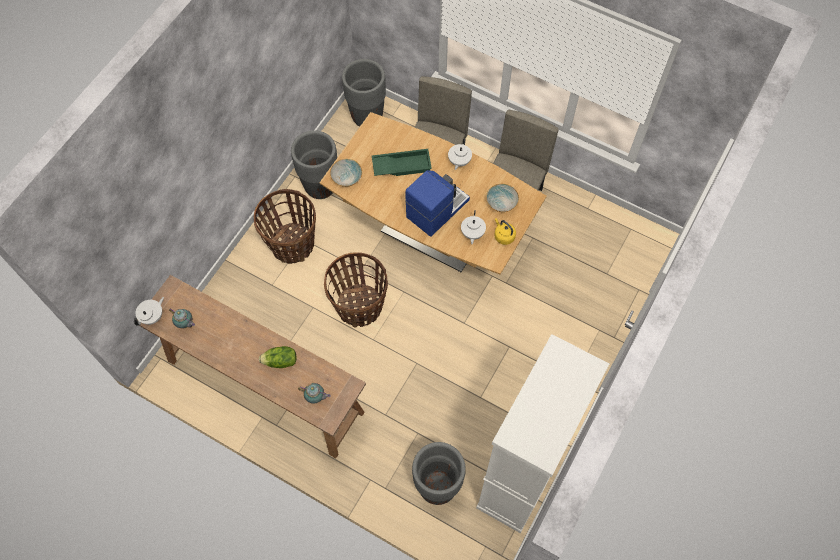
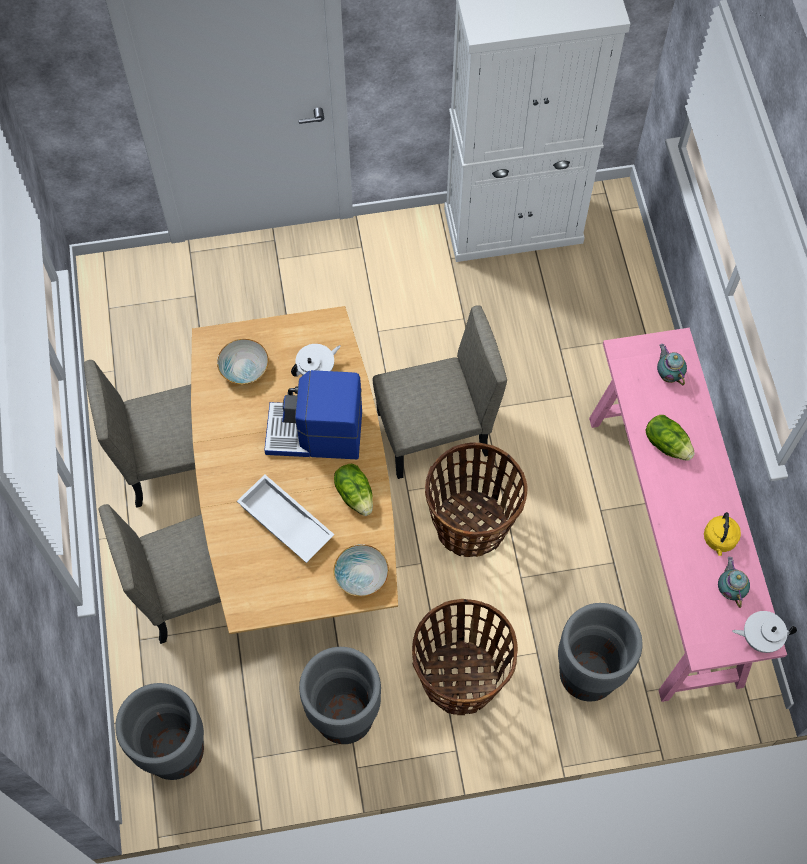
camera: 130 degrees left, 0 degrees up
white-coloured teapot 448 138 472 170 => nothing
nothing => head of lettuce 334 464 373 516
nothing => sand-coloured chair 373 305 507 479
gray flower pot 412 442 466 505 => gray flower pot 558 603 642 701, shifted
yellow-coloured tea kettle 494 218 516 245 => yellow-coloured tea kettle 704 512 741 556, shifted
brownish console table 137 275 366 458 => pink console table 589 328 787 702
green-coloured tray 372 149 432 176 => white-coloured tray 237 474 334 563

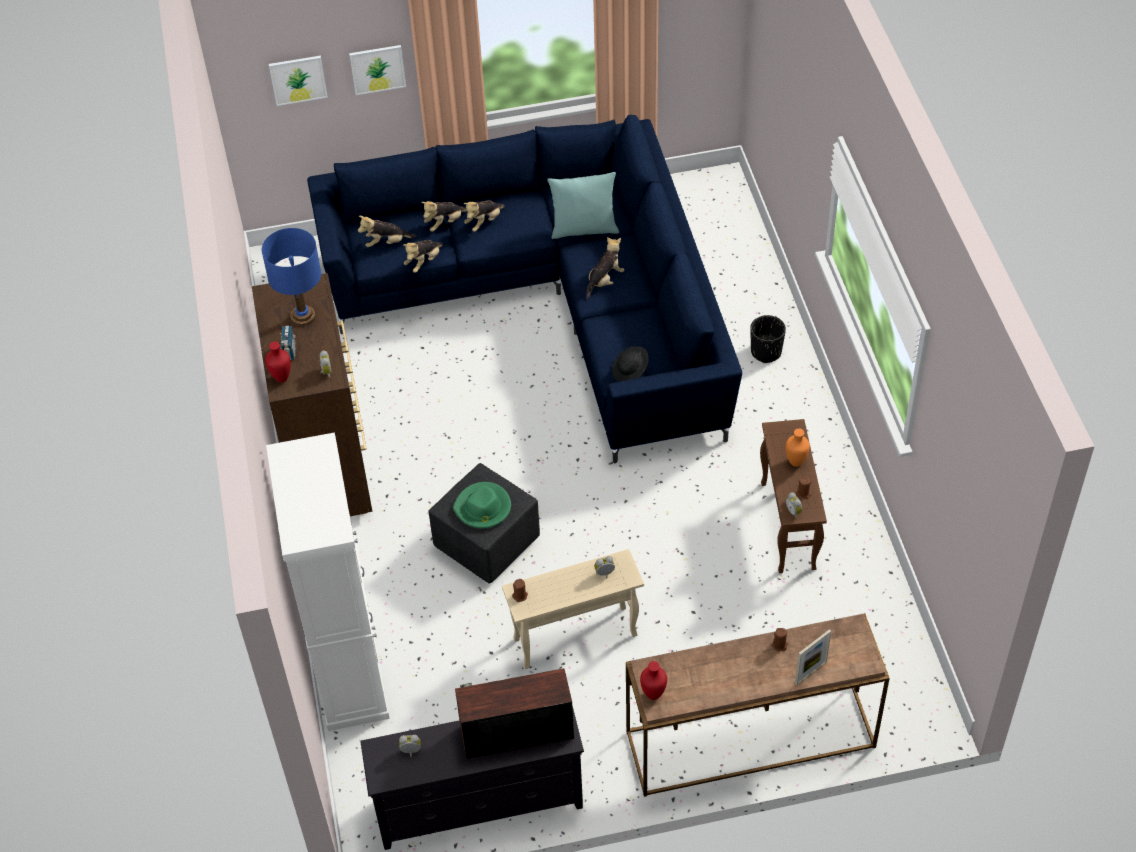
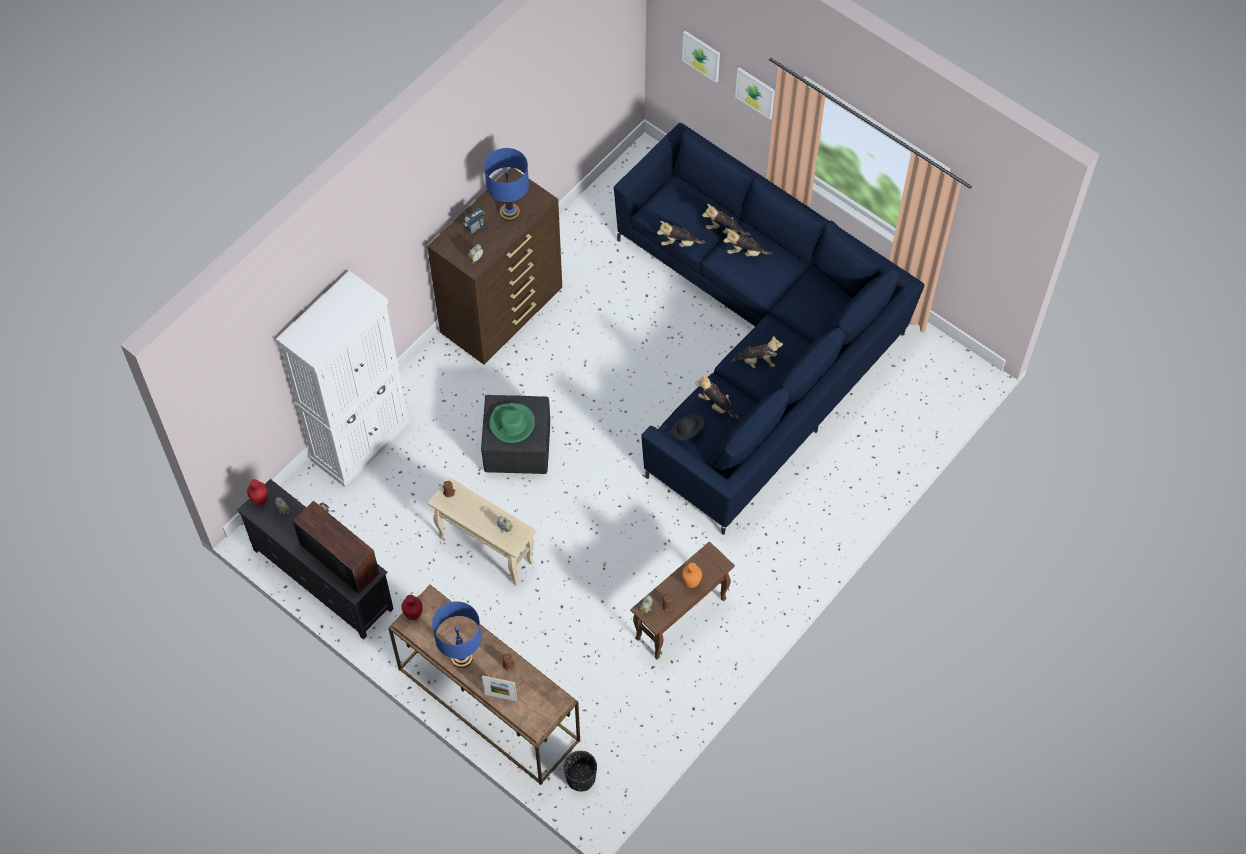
camera: 50 degrees right, 10 degrees up
turquoise-coloured cushion 547 172 619 239 => nothing
nothing => bluish lamp for a table 432 601 482 668
red-coloured decorative vase 265 342 291 383 => red-coloured decorative vase 247 479 268 506, shifted
plush toy 358 216 416 247 => plush toy 695 373 739 419, shifted
black-coloured flower pot 750 315 786 363 => black-coloured flower pot 564 751 597 792, shifted

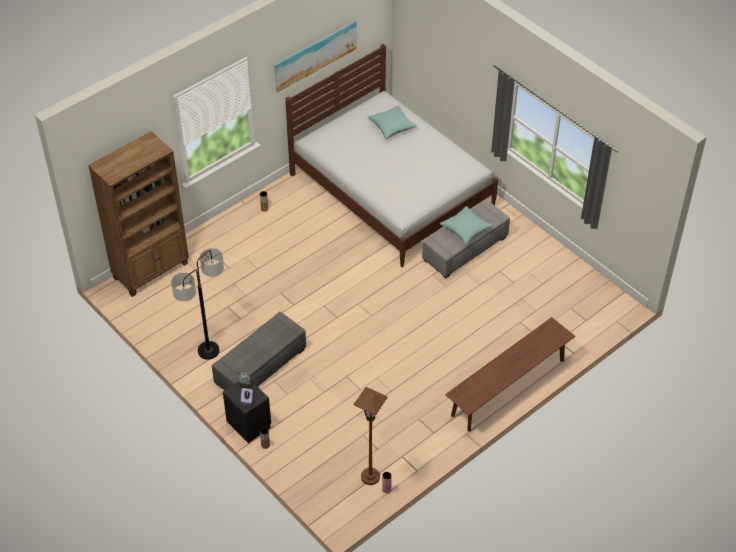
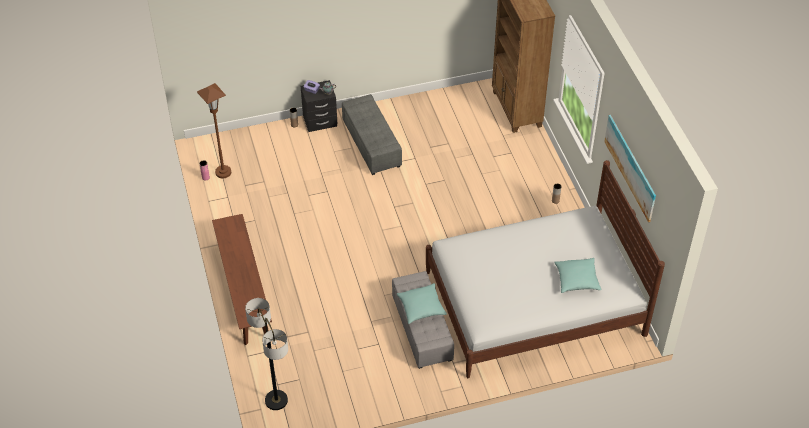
camera: 115 degrees right, 0 degrees up
standard lamp 171 248 224 360 => standard lamp 245 298 288 410, shifted

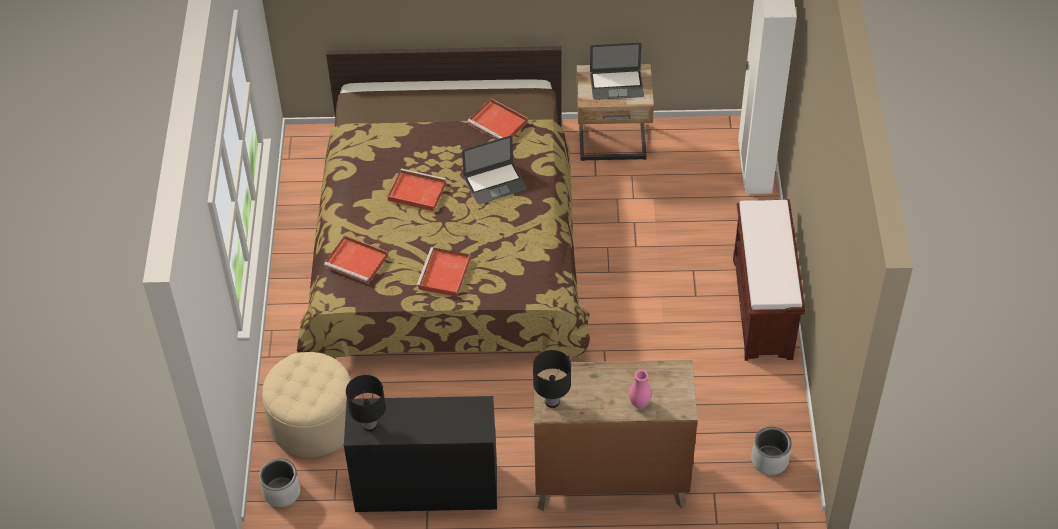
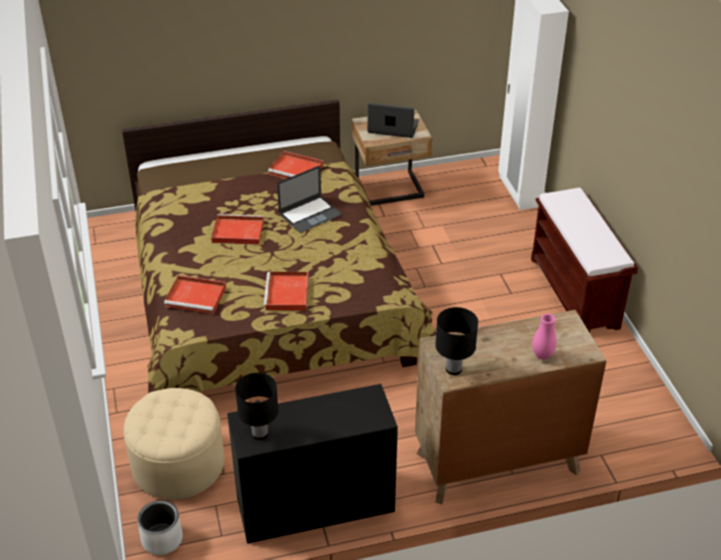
camera: 15 degrees left, 10 degrees down
gray flower pot 751 427 792 475 => nothing
laptop 590 43 644 100 => laptop 367 103 419 138, 150 degrees counterclockwise

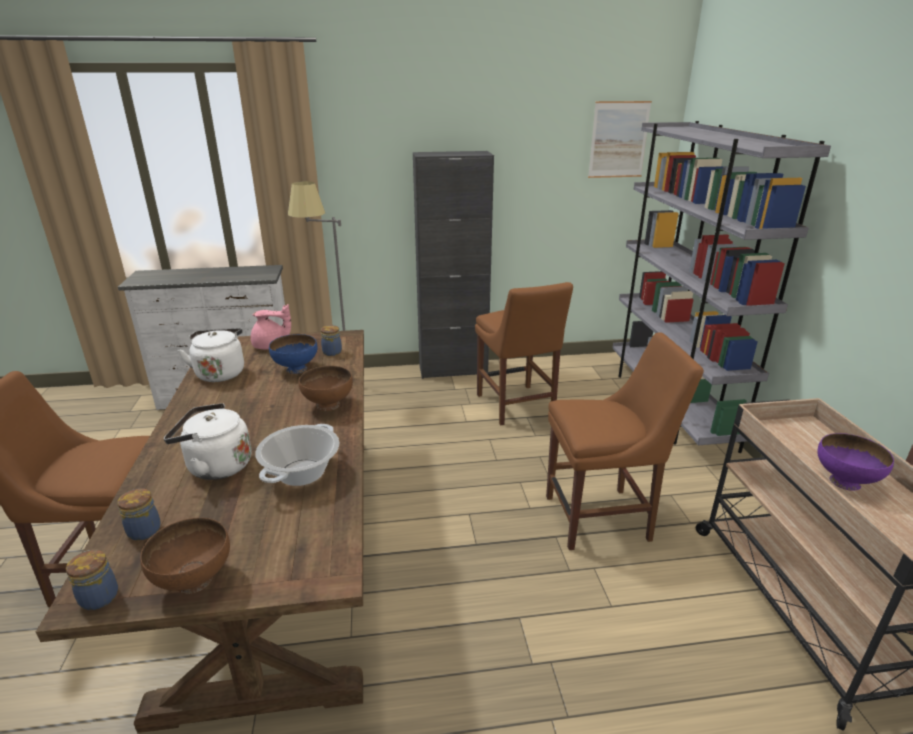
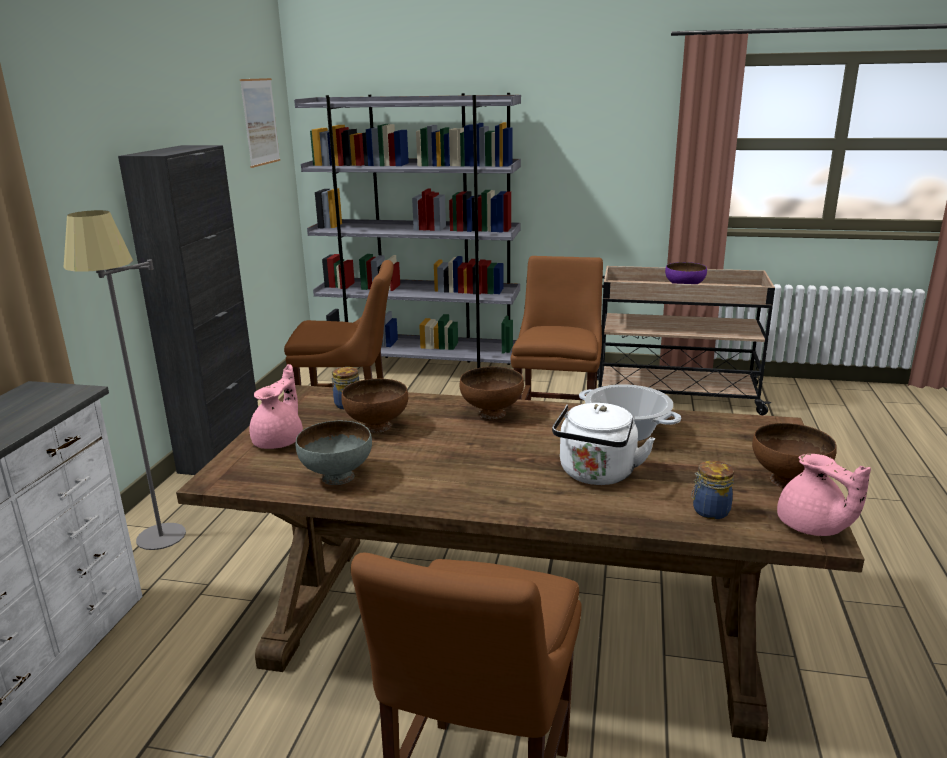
camera: 70 degrees left, 5 degrees down
preserve jar 66 550 118 610 => pink teapot 777 454 871 536
white-coloured tea kettle 178 328 244 382 => gray bowl 296 421 372 485
bluish bowl 269 334 318 374 => brownish bowl 341 378 408 433

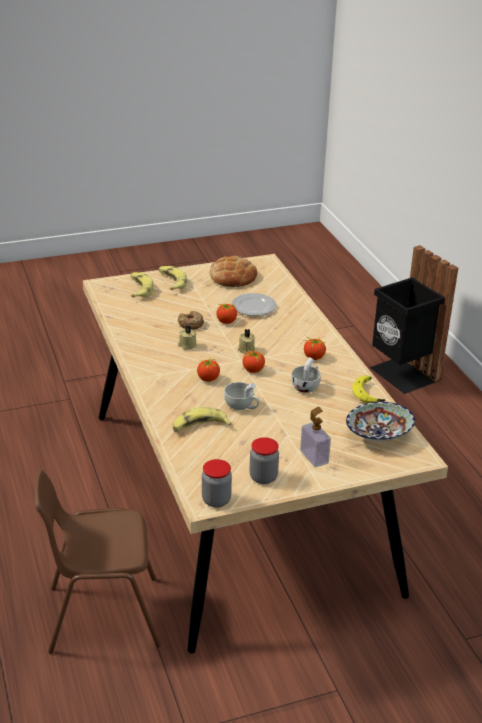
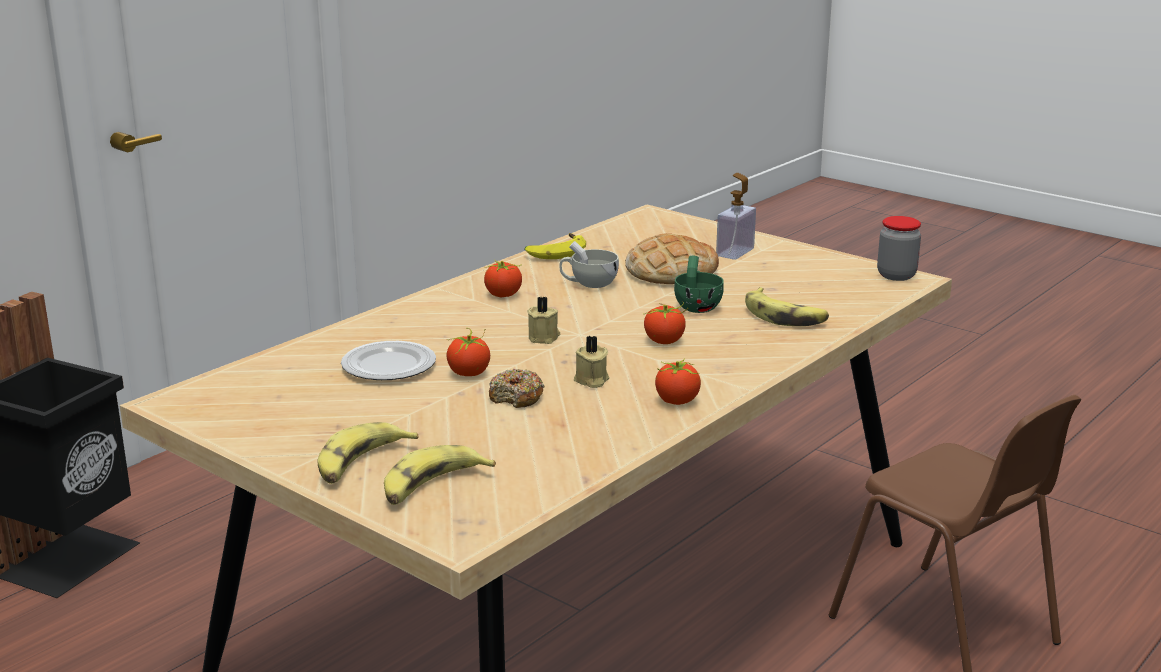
camera: 120 degrees left, 10 degrees down
preserve jar 250 437 279 484 => nothing
bowl 346 402 415 441 => nothing
bread 209 256 257 287 => bread 625 233 719 284, shifted
tomato 242 345 265 373 => tomato 655 358 701 405, shifted
white-coloured small cup 224 382 260 410 => green-coloured small cup 674 256 724 313

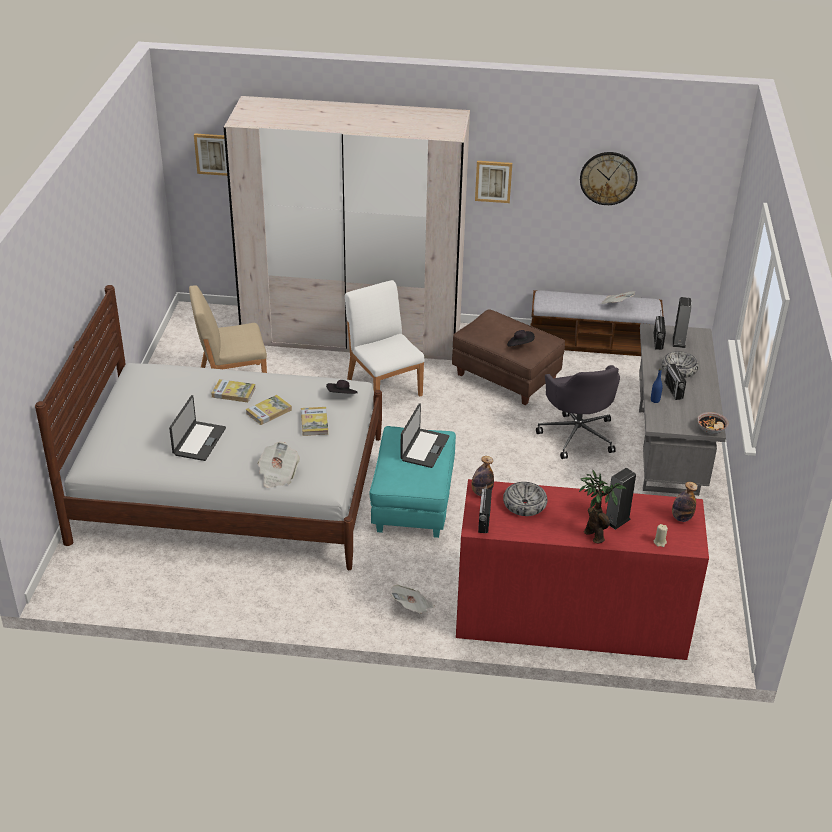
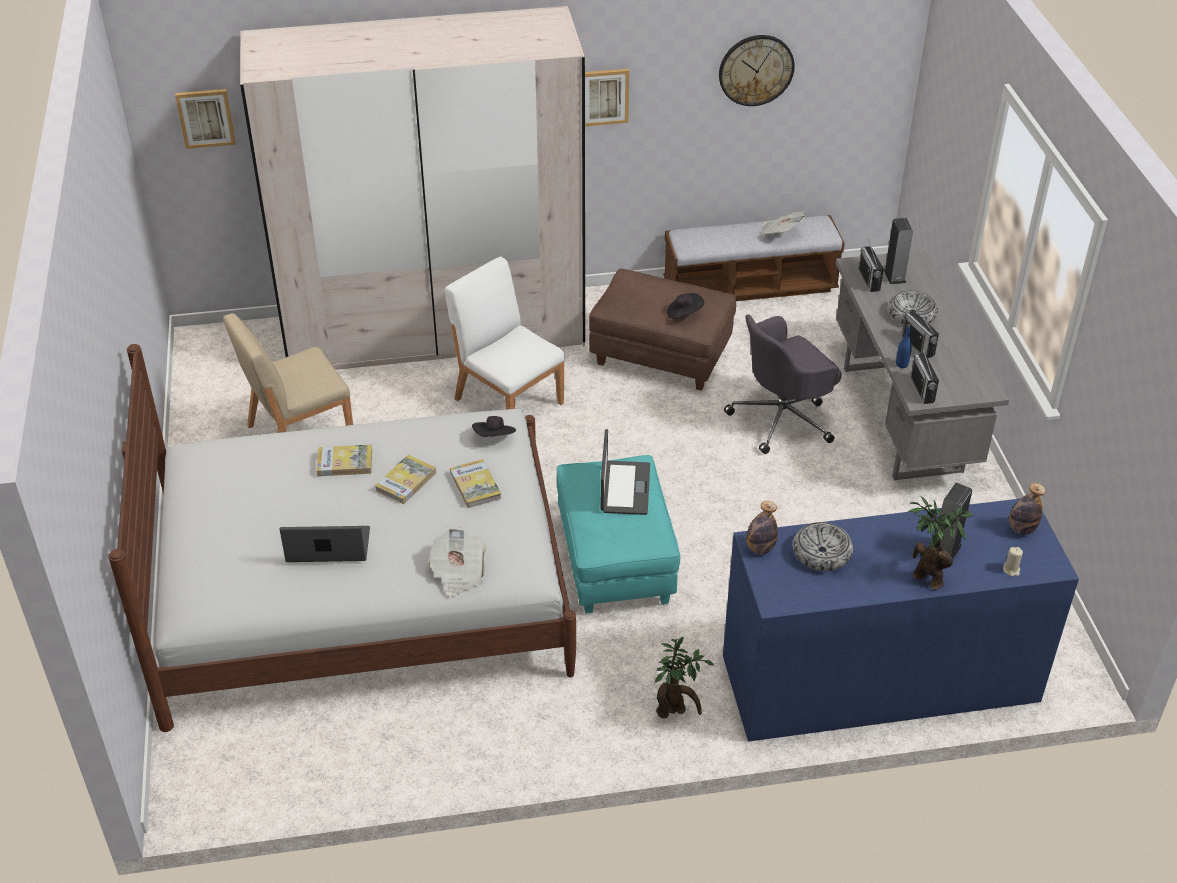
camera: 15 degrees left, 5 degrees up
bowl 697 412 729 434 => nothing
radio 478 483 492 533 => radio 911 346 939 404, shifted
newspaper 390 585 435 614 => potted plant 654 637 714 719
red-coloured dresser 456 479 709 660 => bluish dresser 723 498 1079 742
laptop 169 395 226 461 => laptop 280 526 370 562, 90 degrees counterclockwise
gray computer chair 536 365 620 459 => gray computer chair 724 315 842 454, 90 degrees clockwise

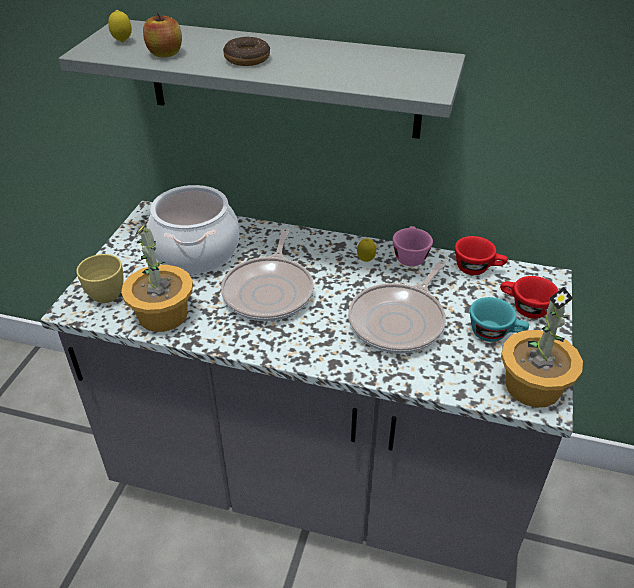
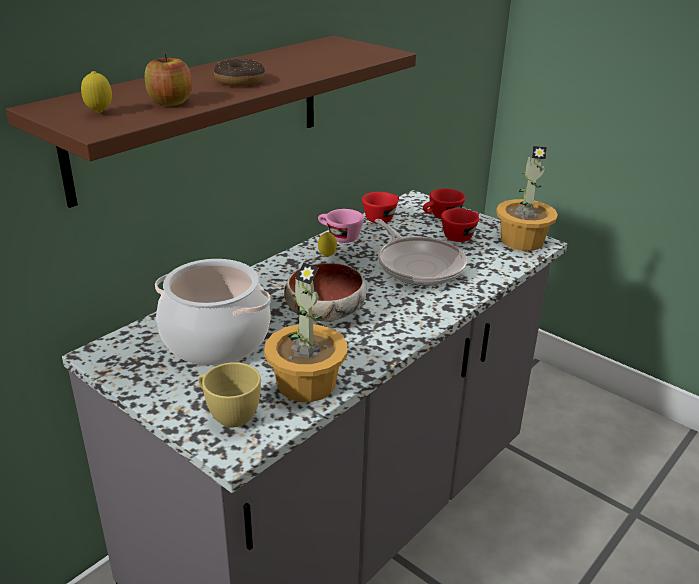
camera: 65 degrees left, 10 degrees down
frying pan 221 228 314 321 => bowl 284 263 367 321
gray wall shelf 59 20 466 139 => brownish wall shelf 6 36 416 208
turquoise-coloured small cup 470 297 529 342 => red-coloured small cup 441 208 479 242

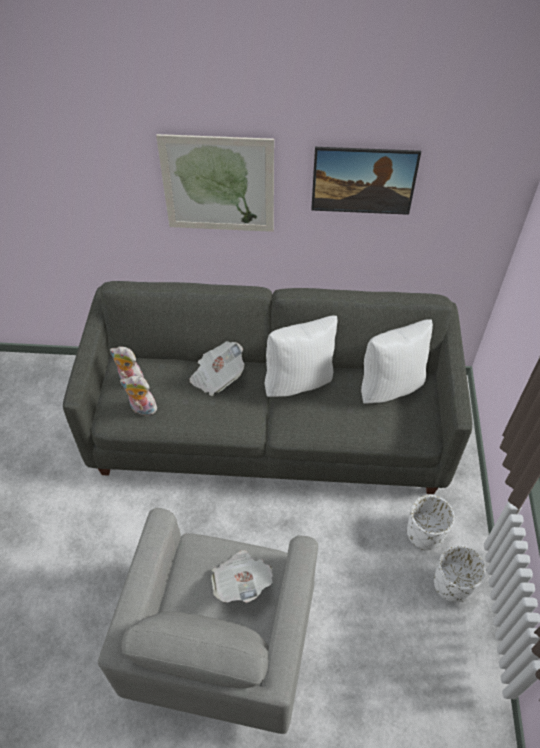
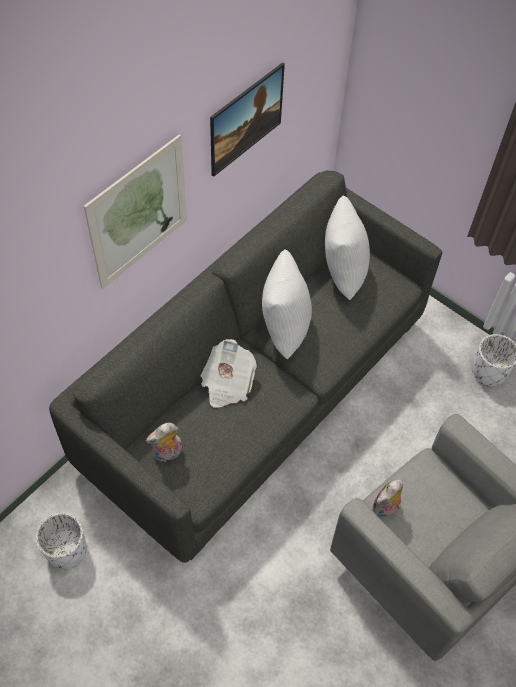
camera: 55 degrees left, 5 degrees up
newspaper 211 550 273 603 => nothing
plush toy 120 376 157 416 => plush toy 372 479 403 518, shifted
white-coloured flower pot 407 495 455 550 => white-coloured flower pot 36 513 87 569, shifted

